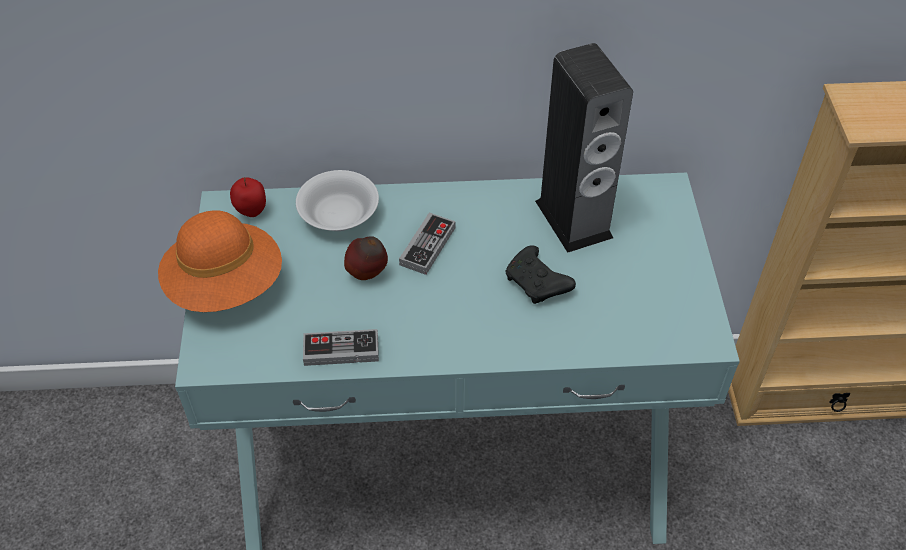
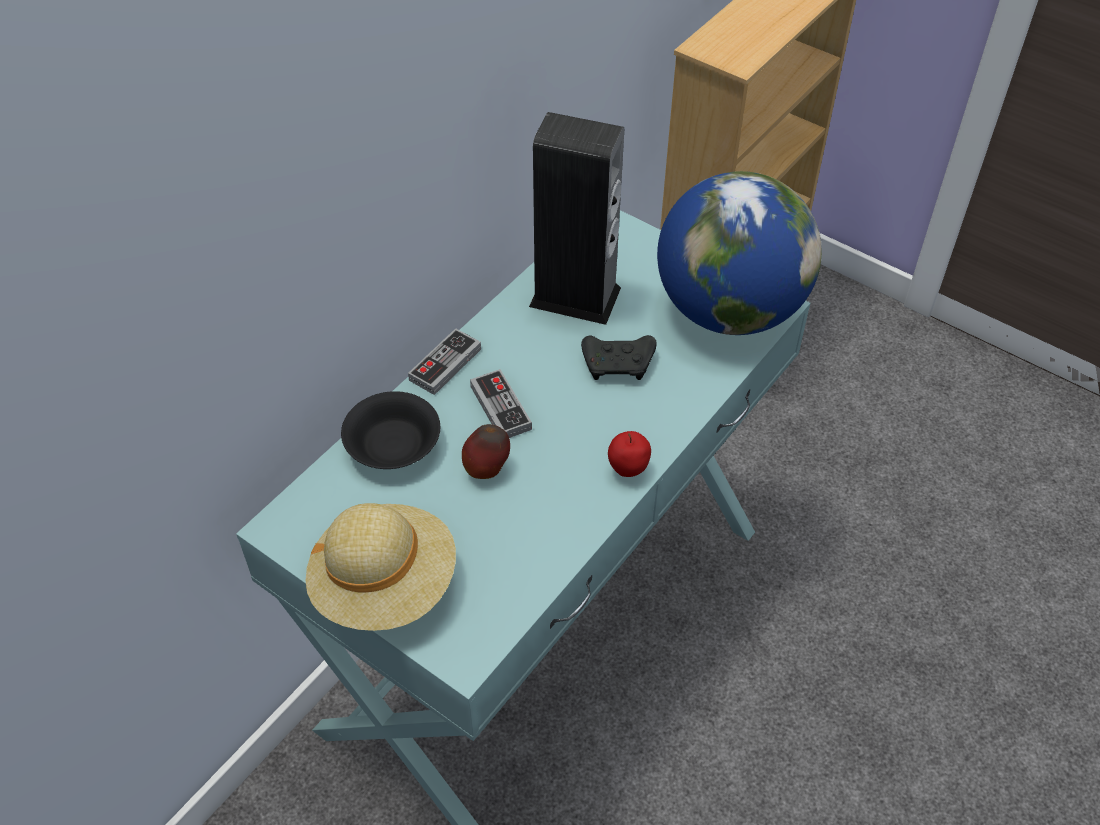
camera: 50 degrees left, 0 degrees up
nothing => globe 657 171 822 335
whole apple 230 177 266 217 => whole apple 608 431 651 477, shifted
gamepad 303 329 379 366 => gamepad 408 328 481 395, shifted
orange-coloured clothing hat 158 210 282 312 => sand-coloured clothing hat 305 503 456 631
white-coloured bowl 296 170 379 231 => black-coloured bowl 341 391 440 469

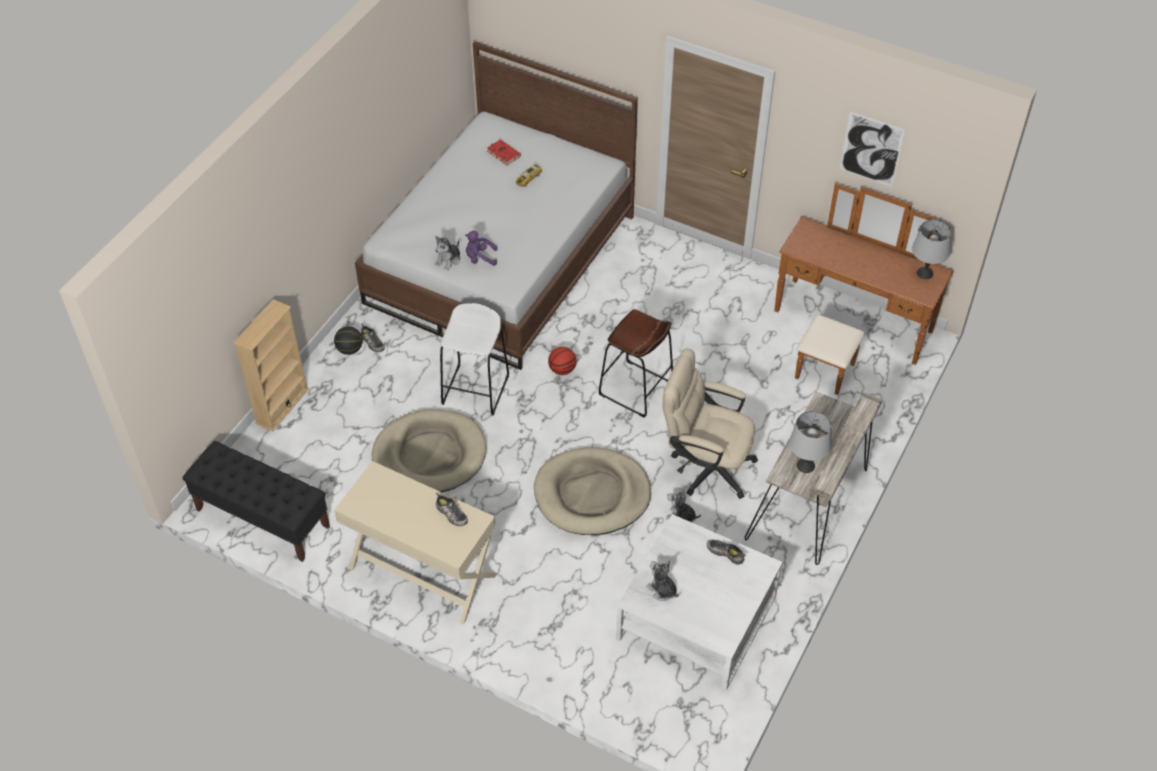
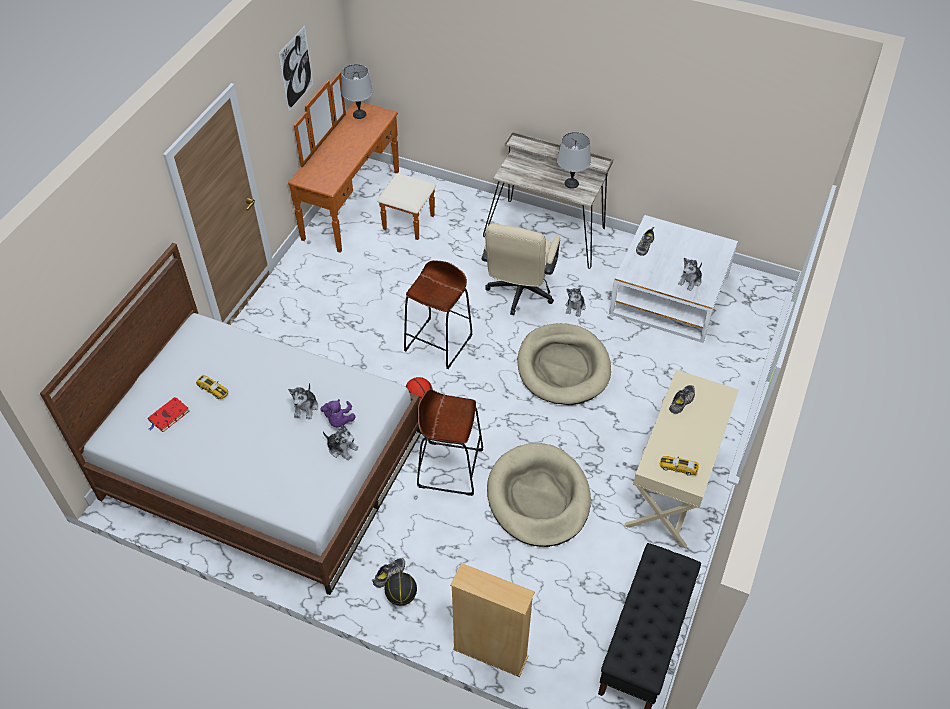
camera: 95 degrees left, 0 degrees up
nothing => plush toy 288 383 318 419
nothing => toy car 660 456 699 476
white-coloured sitting stool 440 303 509 416 => brownish sitting stool 417 390 483 496

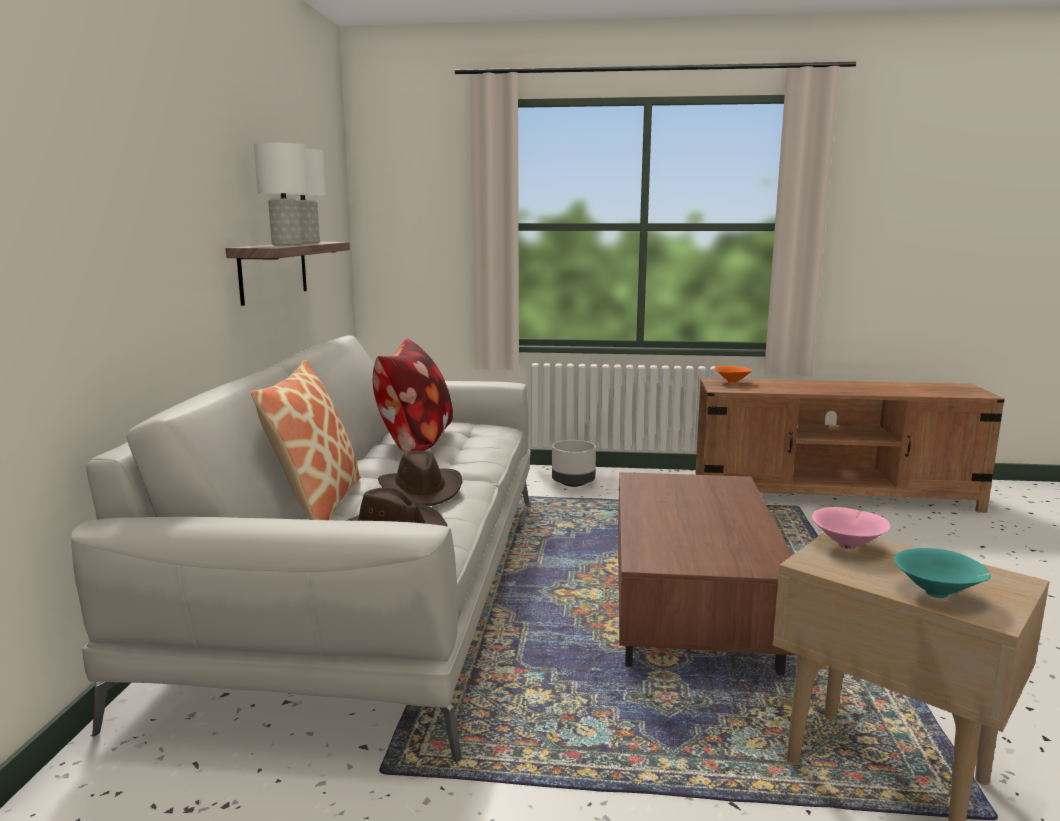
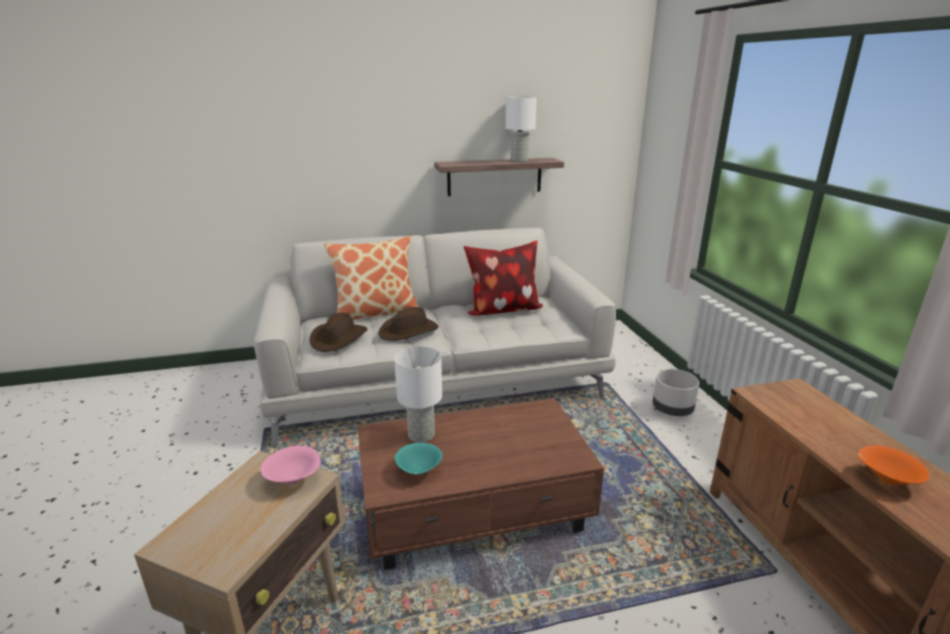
camera: 70 degrees right, 10 degrees up
white-coloured lamp for a table 254 142 308 245 => white-coloured lamp for a table 394 346 442 443, shifted
orange-coloured bowl 714 366 752 383 => orange-coloured bowl 858 445 930 485, shifted
turquoise-coloured bowl 894 548 991 598 => turquoise-coloured bowl 395 443 442 474, shifted

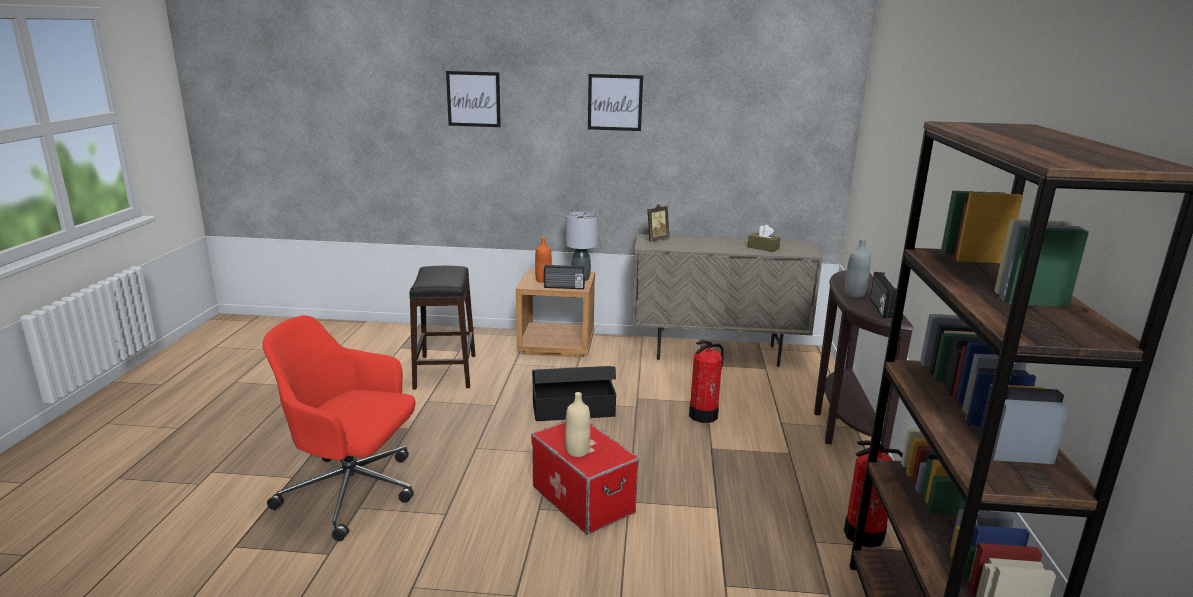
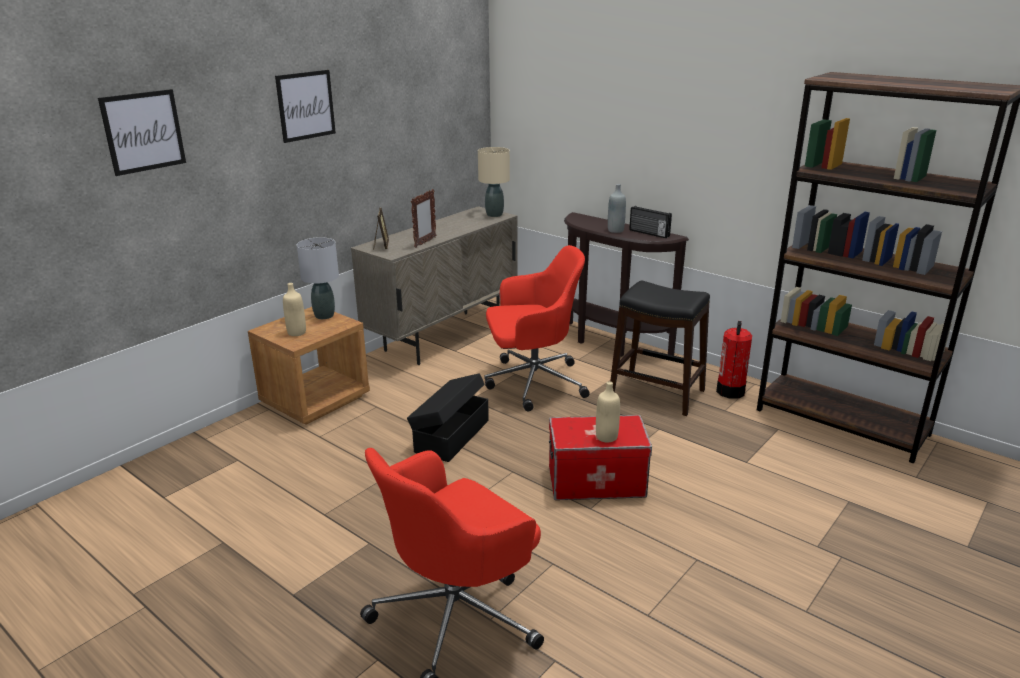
camera: 55 degrees left, 5 degrees up
radio 544 264 585 289 => nothing
brownish box of tissues 748 225 781 252 => nothing
nothing => picture frame 411 189 436 248
nothing => sand-coloured lamp for a table 478 147 510 217
black-coloured sitting stool 409 266 475 389 => black-coloured sitting stool 610 281 710 416, shifted
extinguisher 689 340 724 423 => red-coloured computer chair 485 245 590 411
orange-coloured bottle 535 238 552 283 => sand-coloured bottle 283 283 306 336

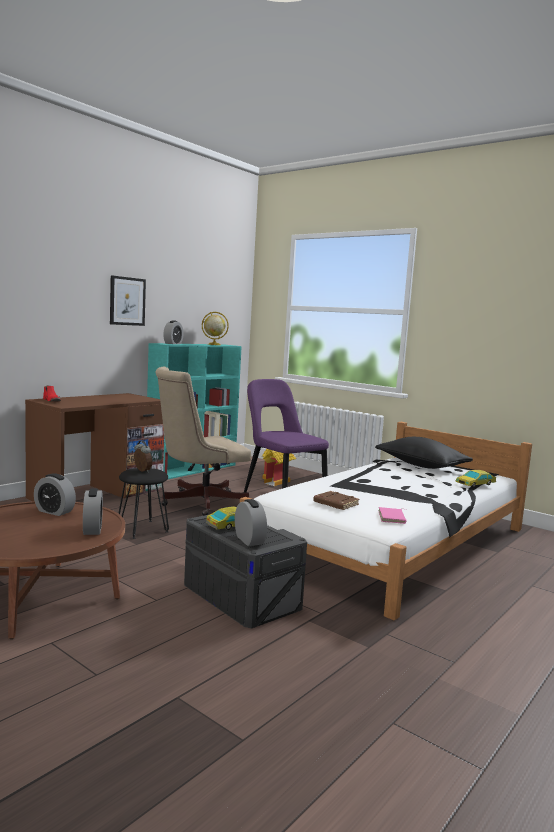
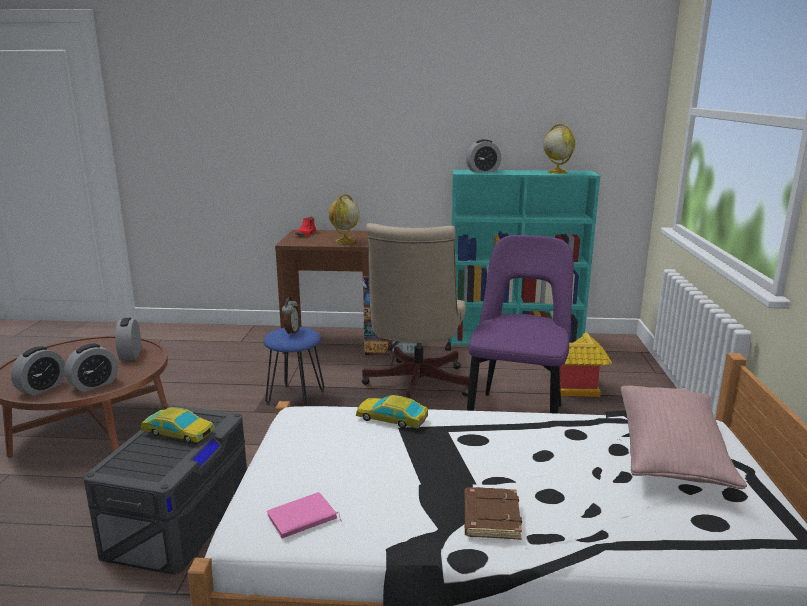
camera: 55 degrees right, 10 degrees up
wall art 110 275 146 326 => nothing
nothing => globe 328 194 360 244
table clock 235 499 267 546 => table clock 11 346 65 396, shifted
brownish volume 313 491 360 510 => brownish volume 464 487 522 540, shifted
toy car 455 470 496 487 => toy car 356 395 428 428, shifted
black-coloured sitting stool 118 468 169 539 => bluish sitting stool 264 327 325 406
black-coloured cushion 375 437 473 469 => pink cushion 621 385 747 489
sand-coloured computer chair 156 367 251 516 => sand-coloured computer chair 362 223 469 399, 105 degrees counterclockwise

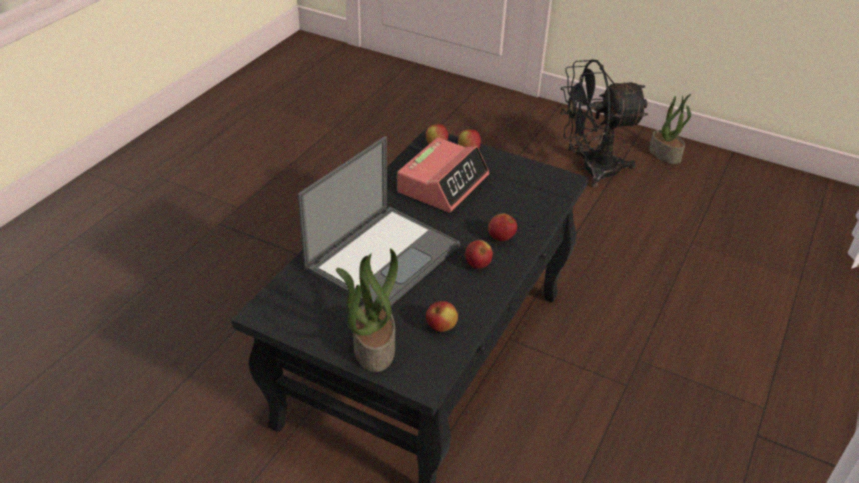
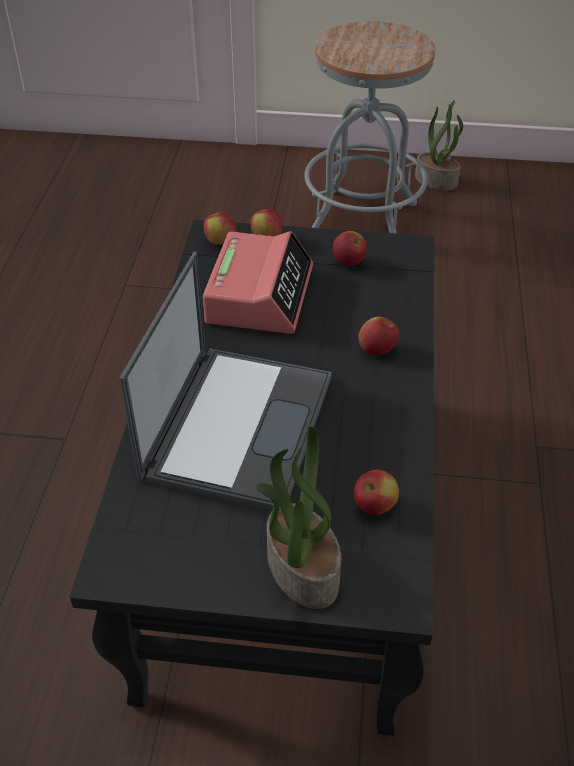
camera: 20 degrees left, 5 degrees up
whole apple 465 240 493 269 => whole apple 333 231 367 266, shifted
black-coloured fan 560 59 648 188 => gray sitting stool 304 21 436 234

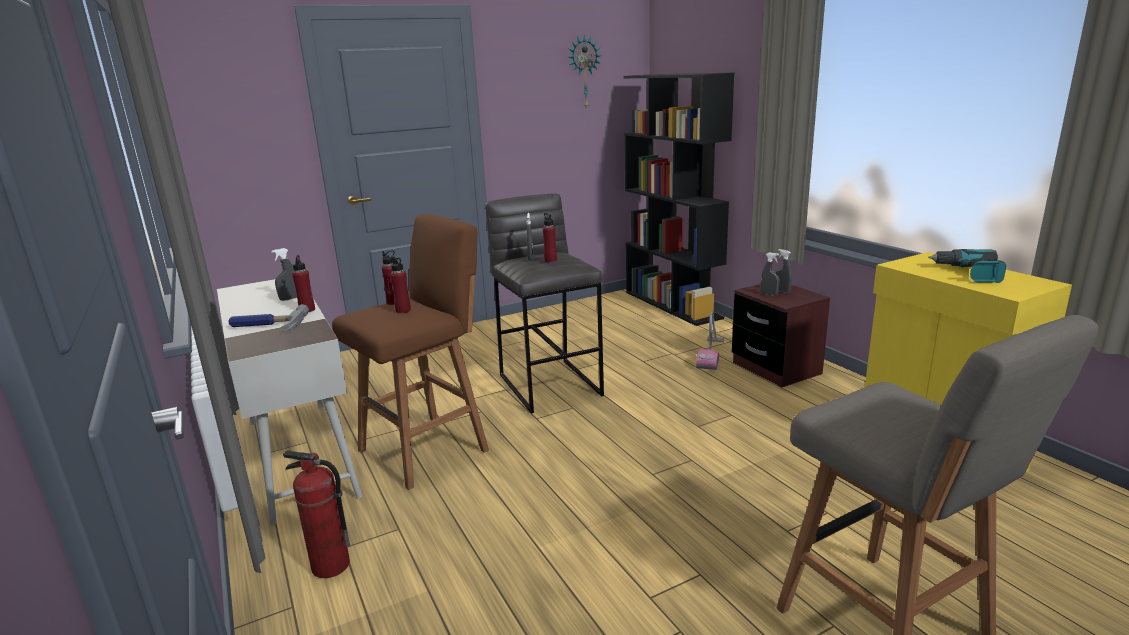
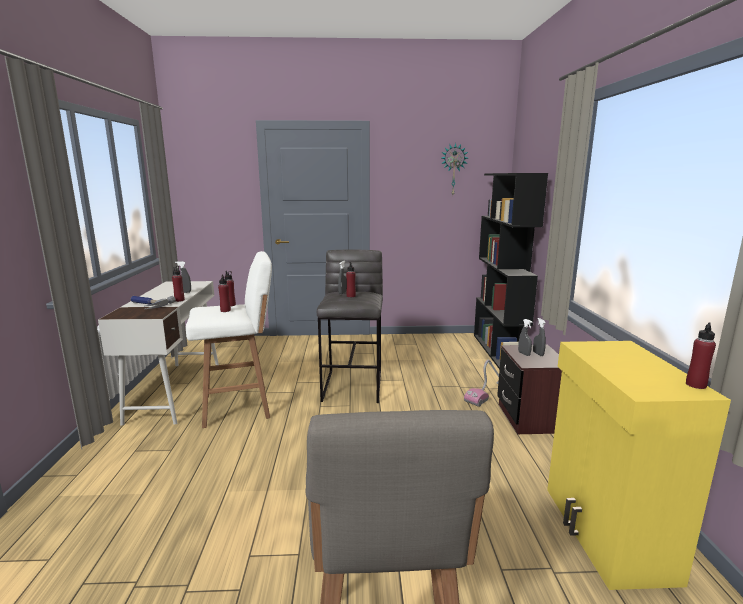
camera: 25 degrees right, 5 degrees down
extinguisher 283 451 350 578 => nothing
power drill 928 249 1006 283 => nothing
nothing => red-coloured bottle 686 323 716 389
brownish sitting stool 332 214 489 490 => white-coloured sitting stool 186 251 272 428

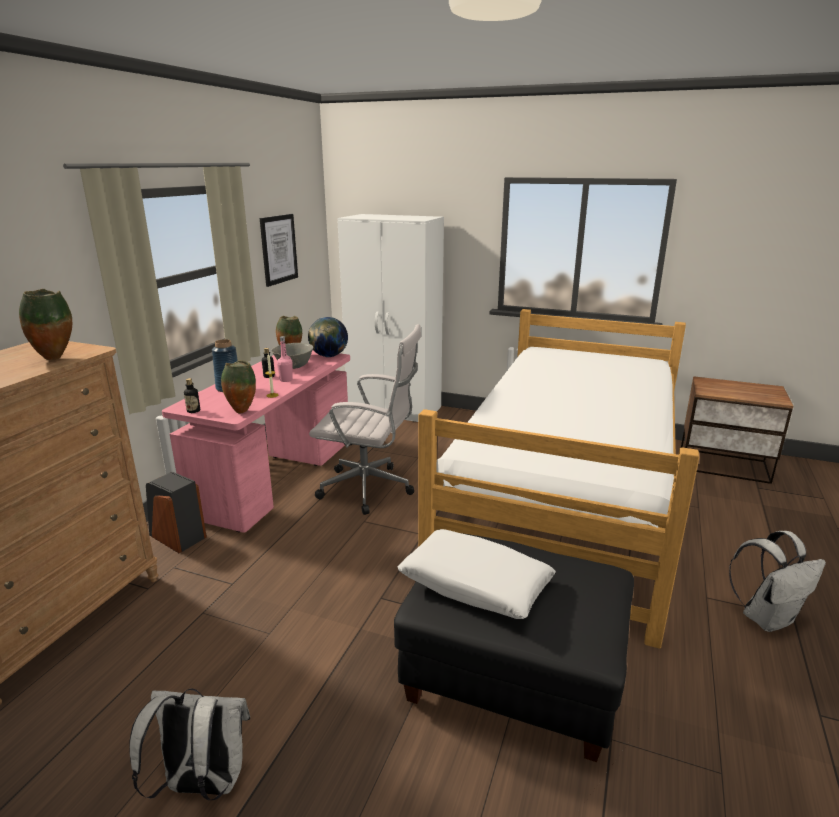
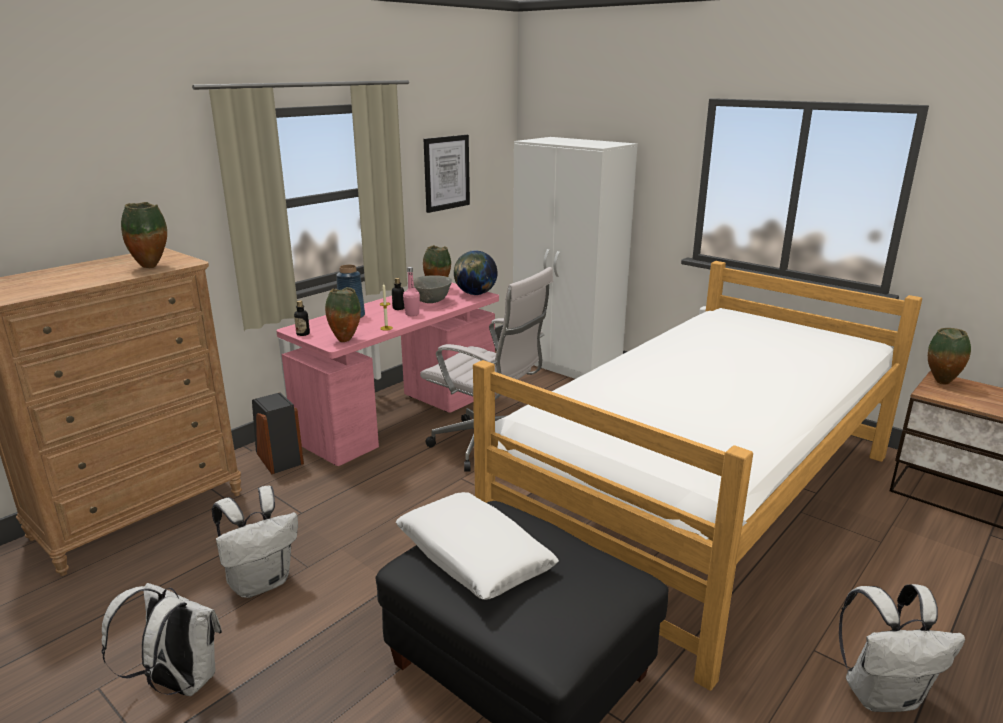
camera: 20 degrees right, 0 degrees up
nothing => white-coloured knapsack 212 486 298 598
nothing => decorative vase 928 328 971 384

